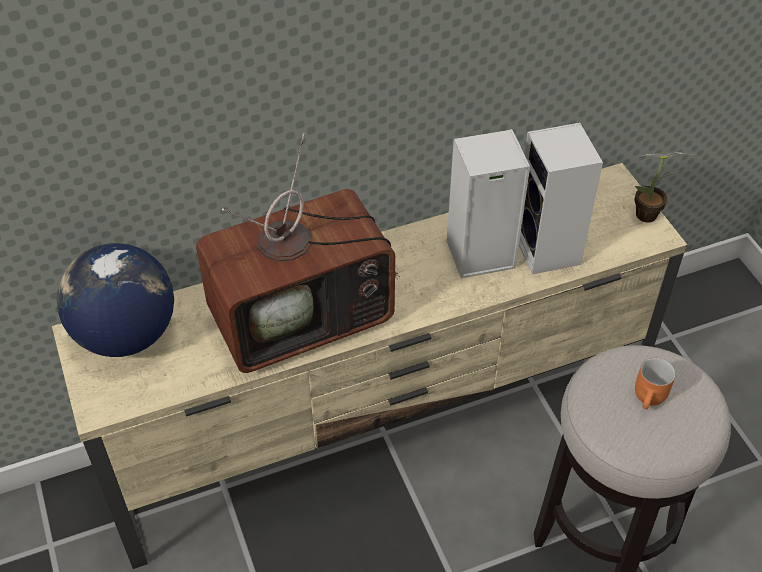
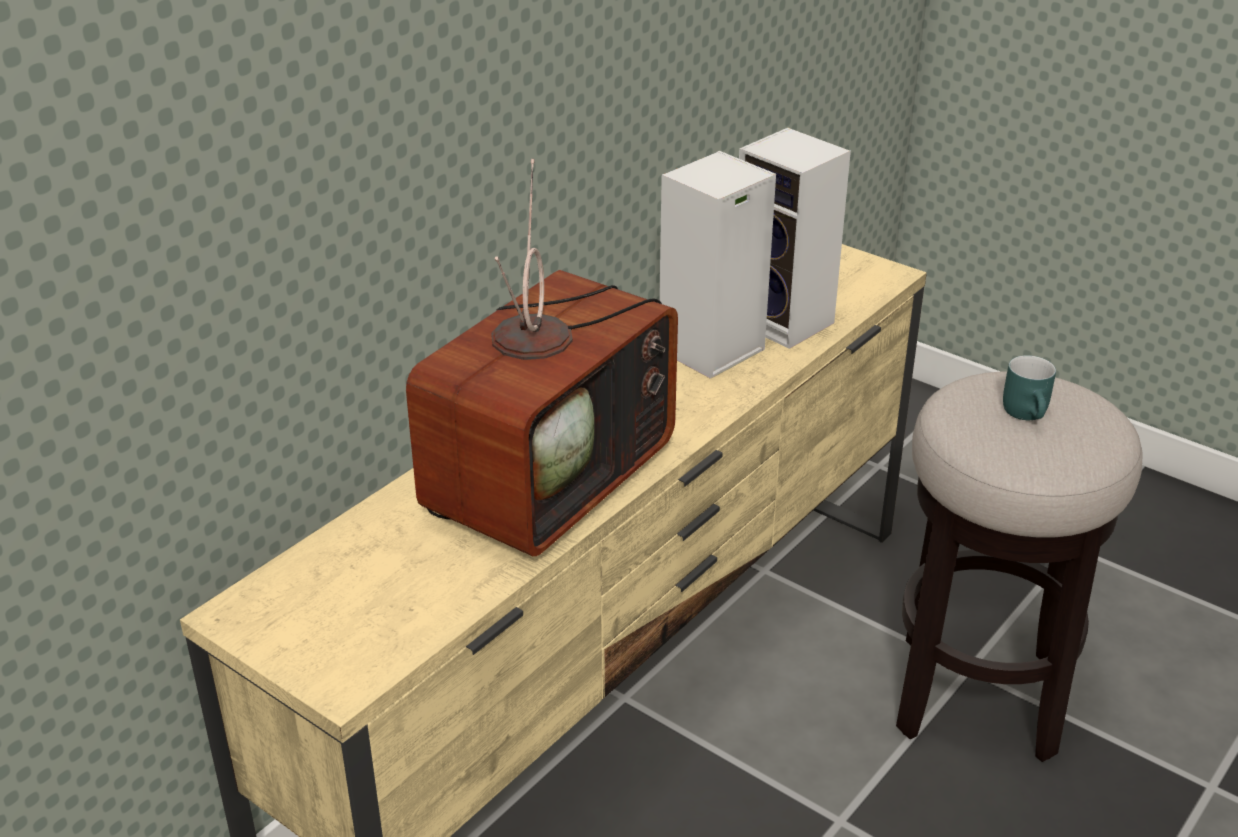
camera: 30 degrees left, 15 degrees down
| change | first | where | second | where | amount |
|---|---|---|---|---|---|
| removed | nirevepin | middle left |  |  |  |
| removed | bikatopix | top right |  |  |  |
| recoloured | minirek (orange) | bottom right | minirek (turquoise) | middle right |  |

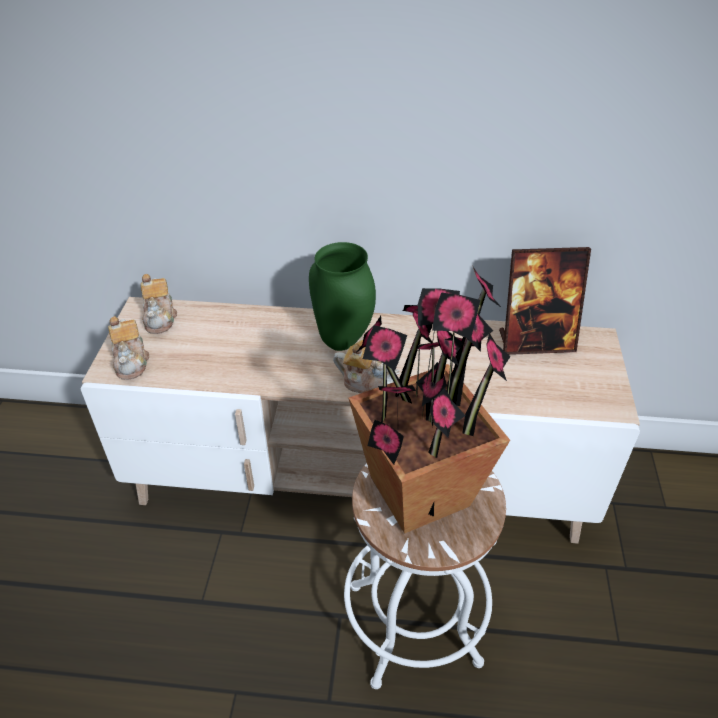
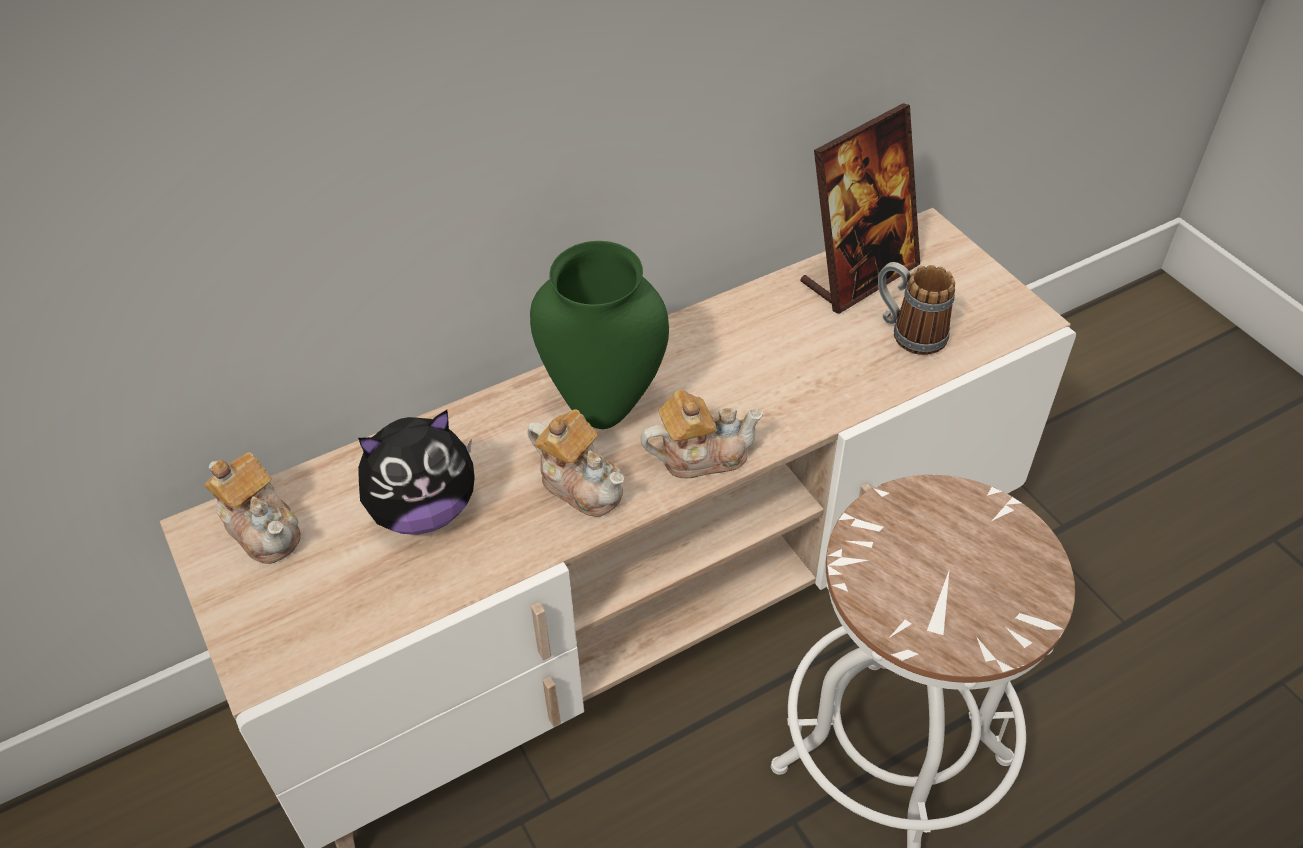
camera: 35 degrees left, 5 degrees up
| change | first | where | second | where | amount |
|---|---|---|---|---|---|
| moved | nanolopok (1st from left in the first image) | middle left | nanolopok (2nd from left) | centre |  |
| removed | bikatopix | centre |  |  |  |
| added |  |  | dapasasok | middle left |  |
| added |  |  | minirek | middle right |  |

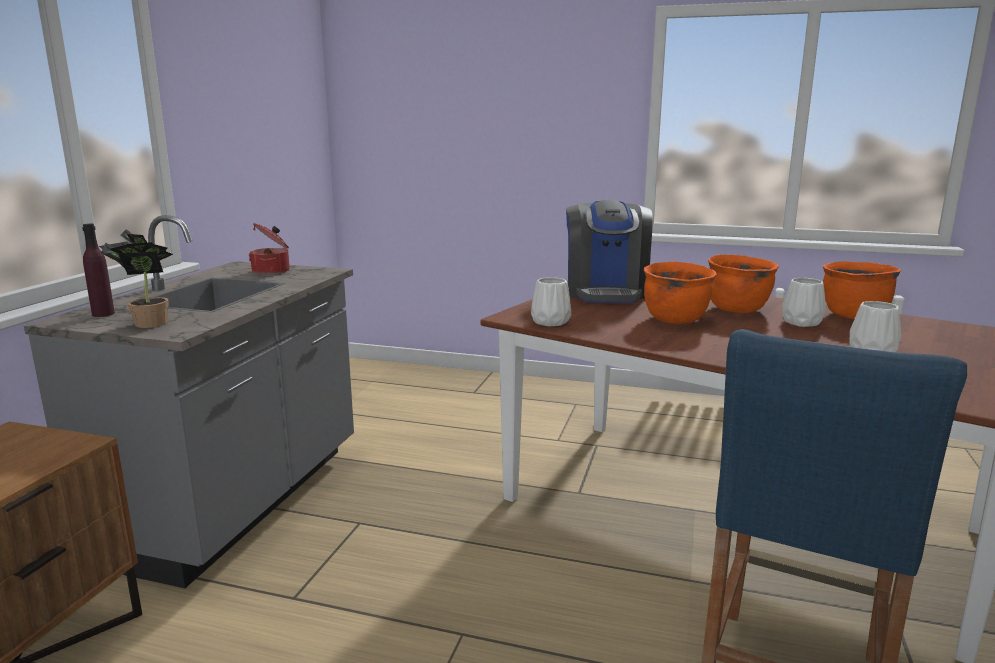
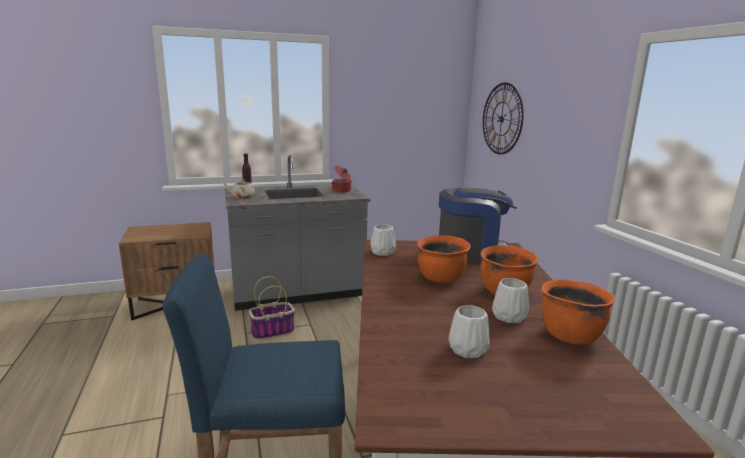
camera: 55 degrees right, 0 degrees up
| change | first | where | second | where | amount |
|---|---|---|---|---|---|
| replaced | bikatopix | middle left | nanolopok (beige) | middle left |  |
| turned | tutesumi | centre |  | centre | 150 degrees counterclockwise |
| added |  |  | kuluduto | bottom centre |  |
| added |  |  | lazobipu | top right |  |

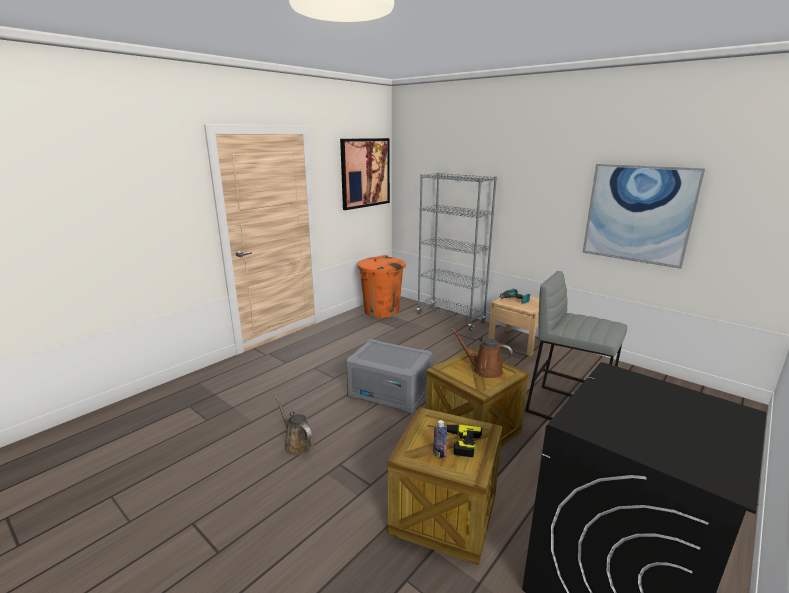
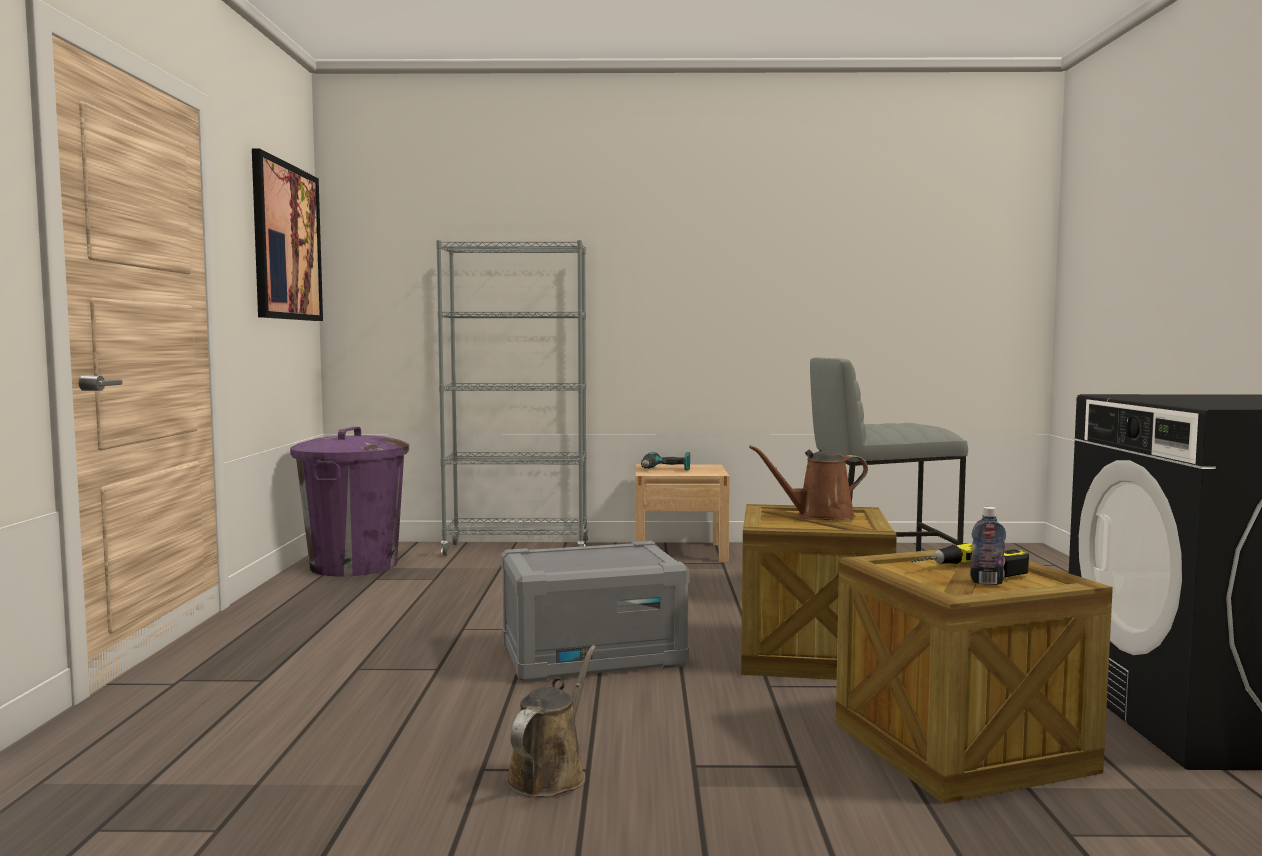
camera: 40 degrees left, 15 degrees down
| change | first | where | second | where | amount |
|---|---|---|---|---|---|
| turned | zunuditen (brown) (1st from left) | bottom centre |  | bottom centre | 105 degrees clockwise |
| recoloured | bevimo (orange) | centre | bevimo (purple) | middle left |  |
| removed | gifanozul (2nd from left) | middle right |  |  |  |

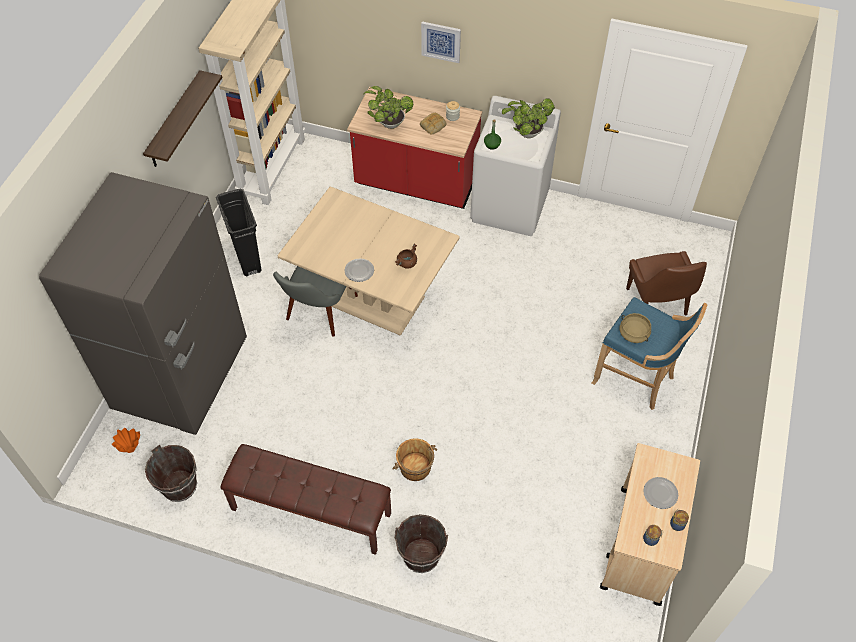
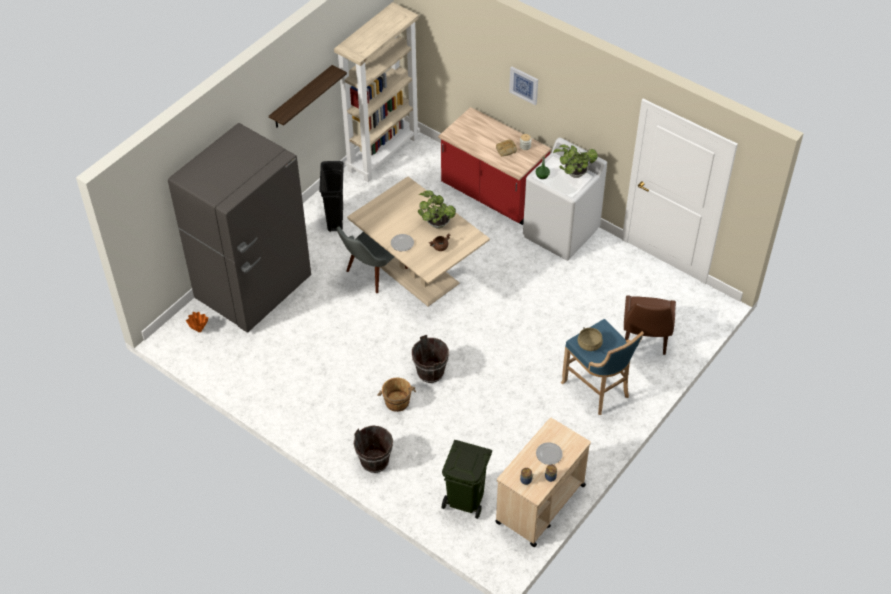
camera: 20 degrees right, 5 degrees down
| change | first | where | second | where | amount |
|---|---|---|---|---|---|
| moved | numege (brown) (1st from left in the first image) | bottom left | numege (brown) (3rd from left) | centre |  |
| removed | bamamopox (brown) | bottom centre |  |  |  |
| moved | bikatopix (1st from left) | top centre |  | centre |  |
| added |  |  | bevimo (green) | bottom centre |  |

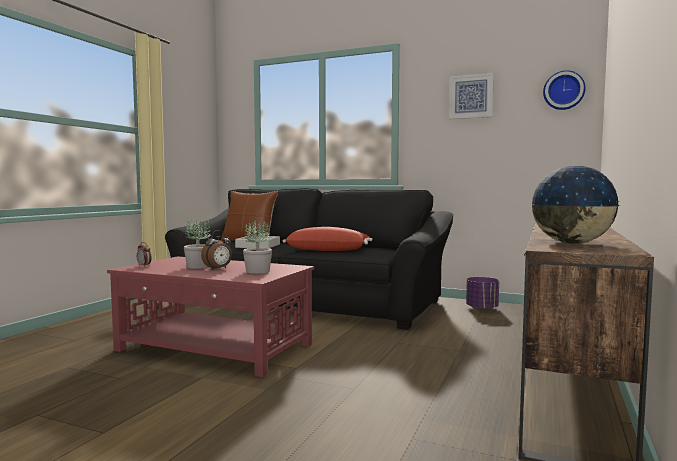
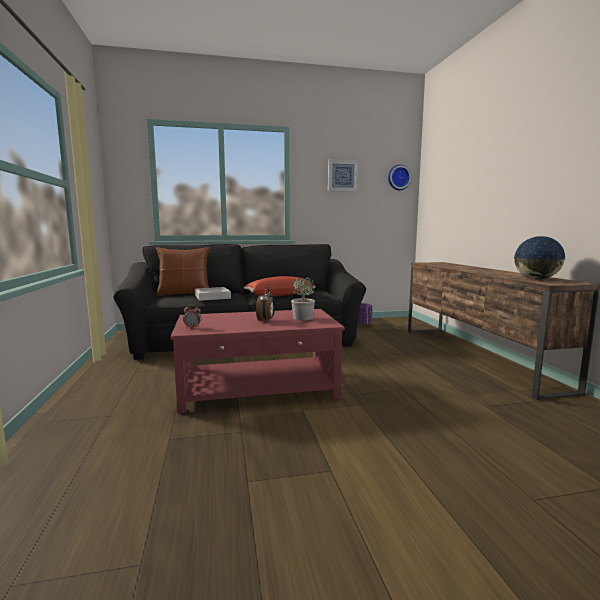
camera: 35 degrees left, 5 degrees up
| change | first | where | second | where | amount |
|---|---|---|---|---|---|
| removed | bikatopix (1st from left) | middle left |  |  |  |

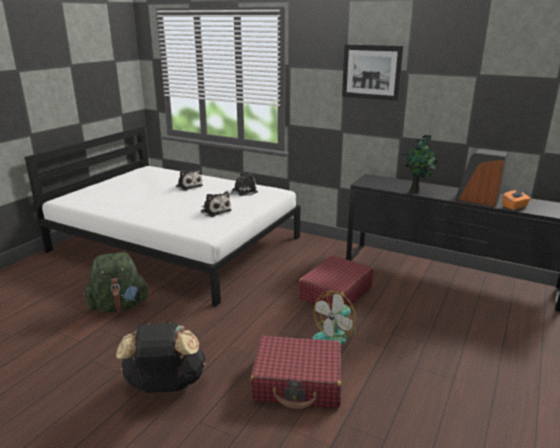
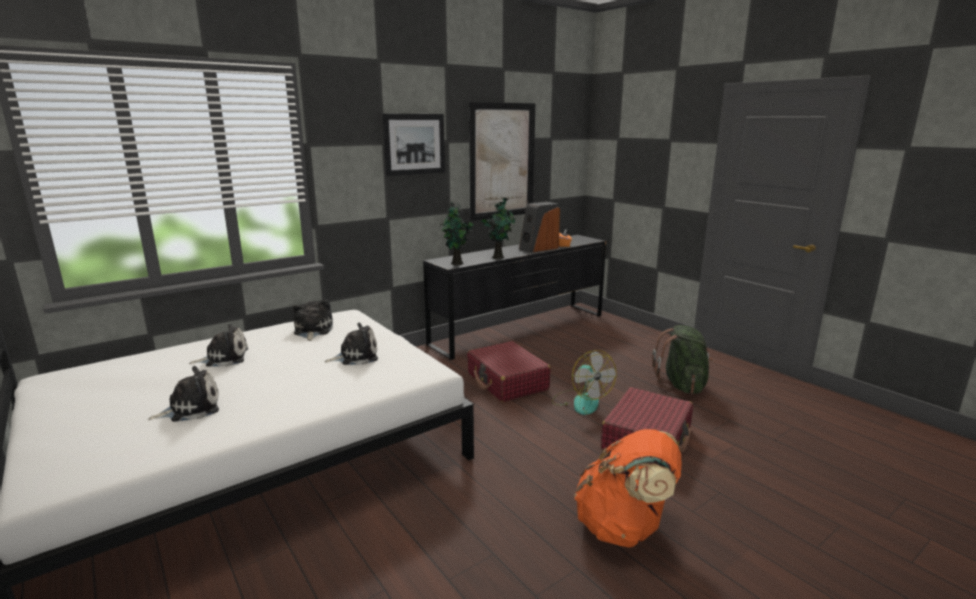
camera: 65 degrees left, 5 degrees down
| change | first | where | second | where | amount |
|---|---|---|---|---|---|
| moved | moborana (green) | middle left |  | middle right |  |
| recoloured | moborana (black) | bottom left | moborana (orange) | bottom centre |  |
| added |  |  | dapasasok (1st from left) | middle left |  |
| added |  |  | bikatopix (1st from left) | centre |  |
| added |  |  | gifanozul (2nd from left) | top centre |  |

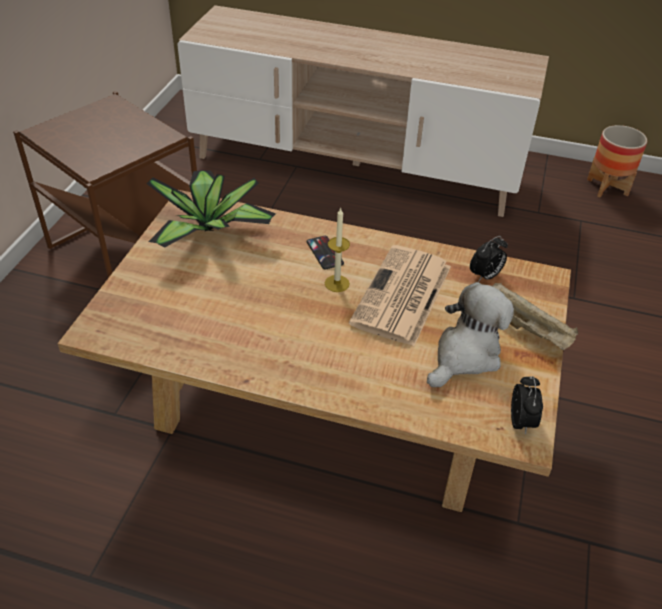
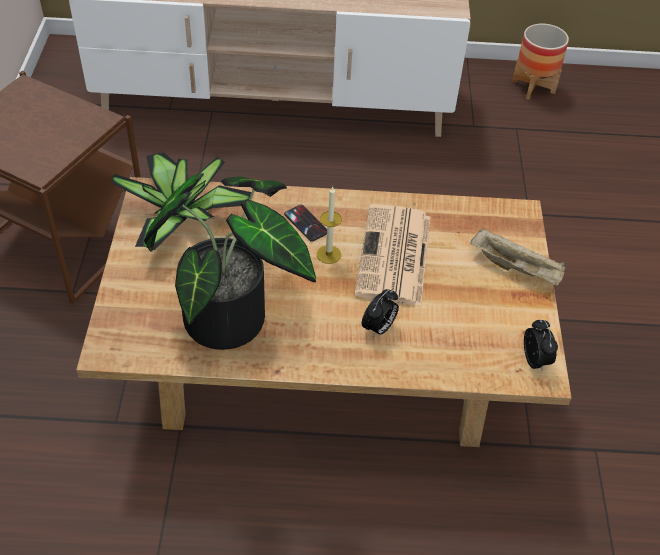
camera: 15 degrees left, 5 degrees up
| change | first | where | second | where | amount |
|---|---|---|---|---|---|
| removed | dapasasok | middle right |  |  |  |
| moved | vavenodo (1st from left) | middle right |  | centre |  |
| added |  |  | bikatopix (2nd from left) | centre |  |

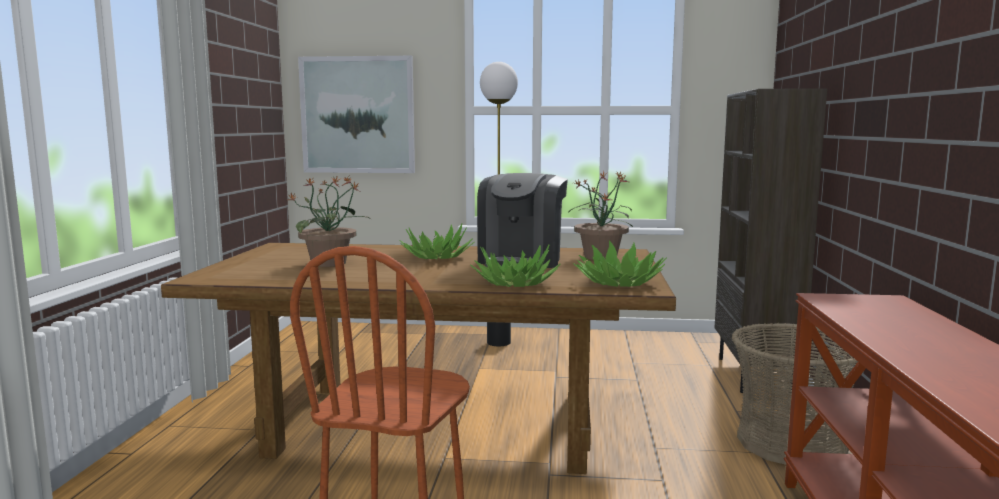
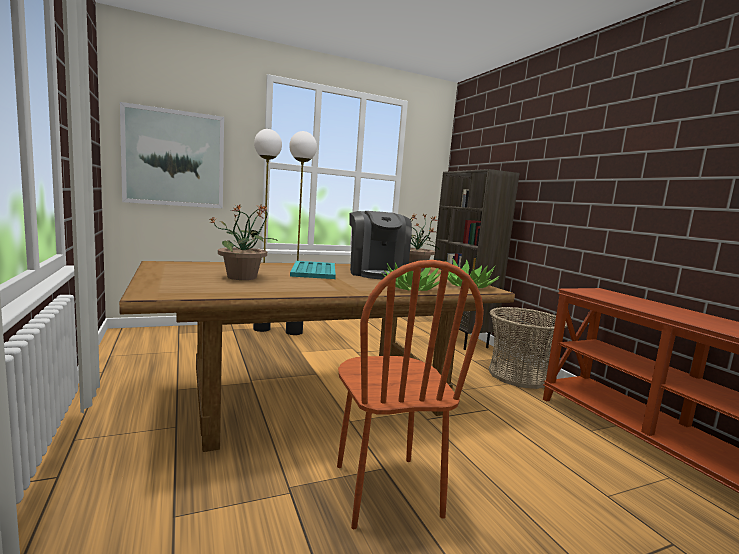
camera: 30 degrees left, 0 degrees up
| change | first | where | second | where | amount |
|---|---|---|---|---|---|
| replaced | bikatopix (2nd from left) | centre | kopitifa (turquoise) | centre |  |
| added |  |  | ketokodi (1st from left) | centre |  |

